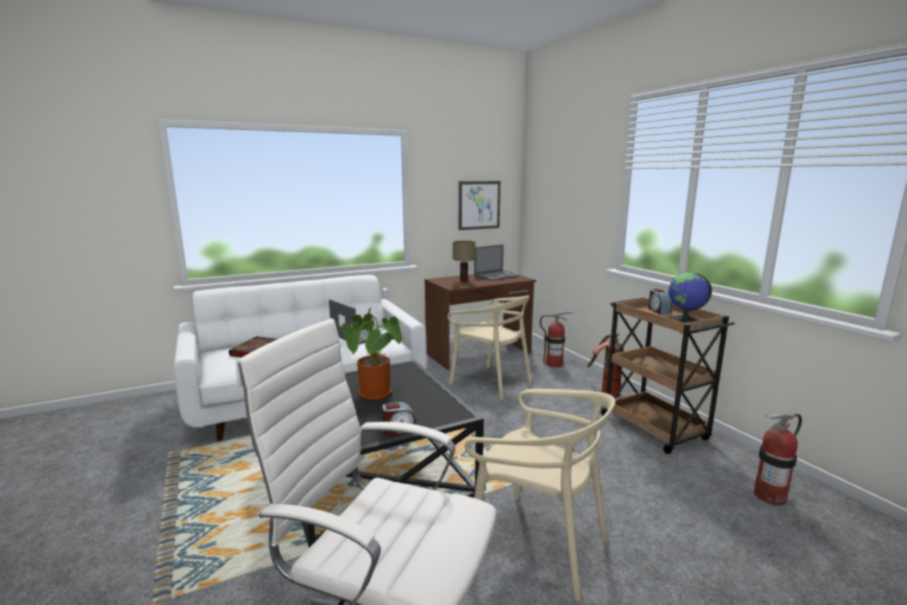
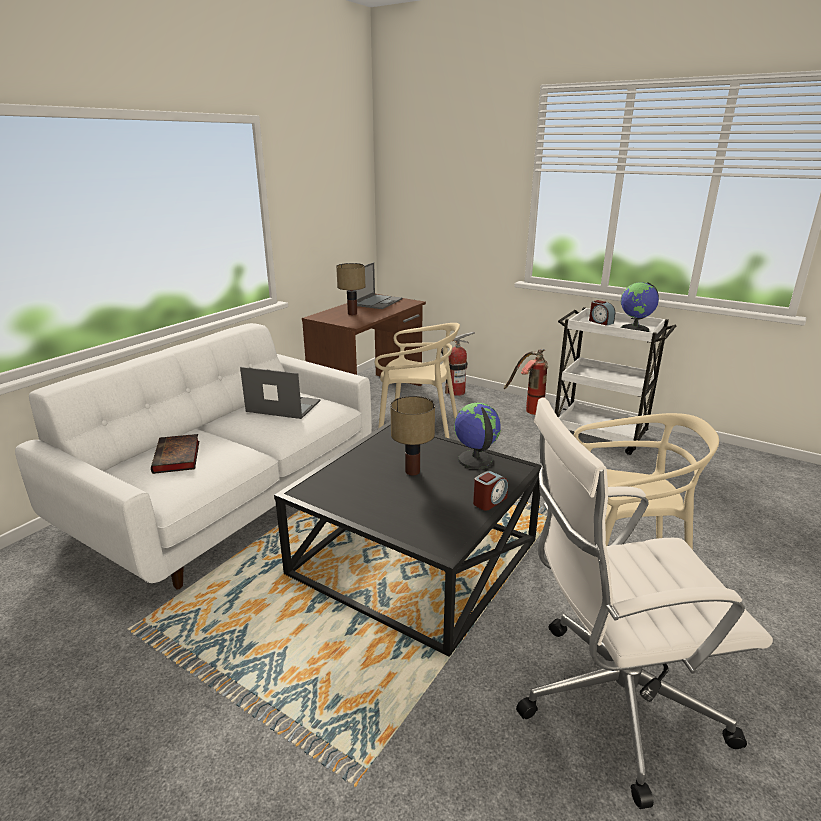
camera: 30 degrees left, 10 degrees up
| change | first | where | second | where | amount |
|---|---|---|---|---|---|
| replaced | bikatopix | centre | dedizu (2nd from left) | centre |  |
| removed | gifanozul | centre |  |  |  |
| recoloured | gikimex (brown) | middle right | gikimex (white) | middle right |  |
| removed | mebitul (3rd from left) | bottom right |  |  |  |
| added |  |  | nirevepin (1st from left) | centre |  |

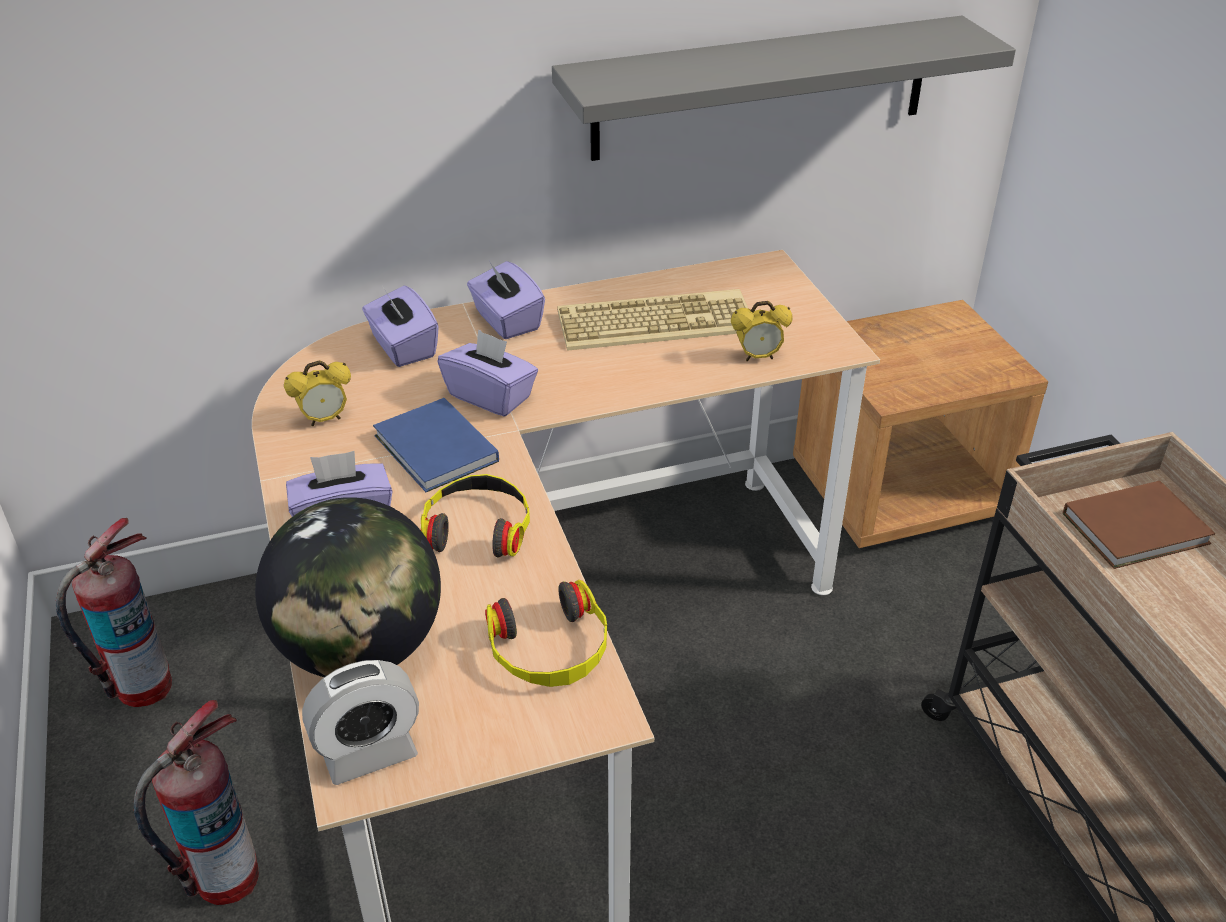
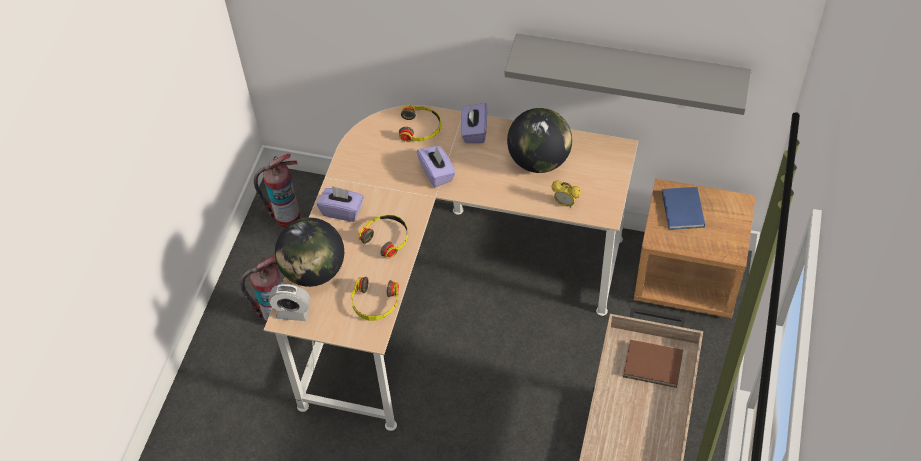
camera: 35 degrees right, 15 degrees up
| change | first | where | second | where | amount |
|---|---|---|---|---|---|
| removed | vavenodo (1st from left) | middle left |  |  |  |
| replaced | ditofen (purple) (2nd from left) | middle left | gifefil (3rd from left) | top centre |  |
| moved | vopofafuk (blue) | centre |  | middle right |  |
| replaced | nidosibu | centre | nirevepin (2nd from left) | top centre |  |

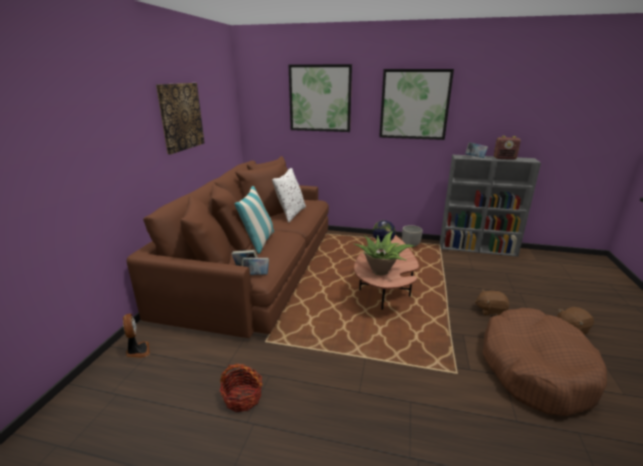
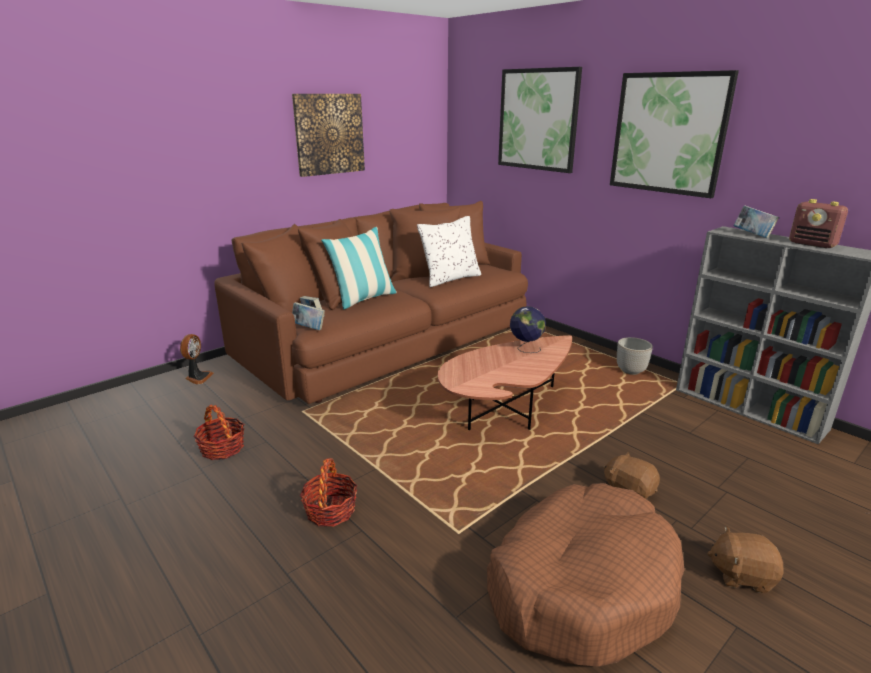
camera: 35 degrees right, 0 degrees up
| change | first | where | second | where | amount |
|---|---|---|---|---|---|
| removed | bikatopix | centre |  |  |  |
| added |  |  | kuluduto (2nd from left) | bottom centre |  |

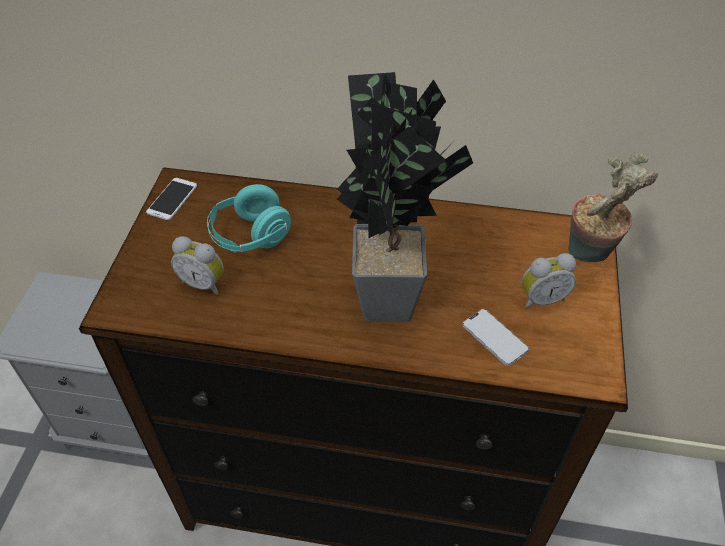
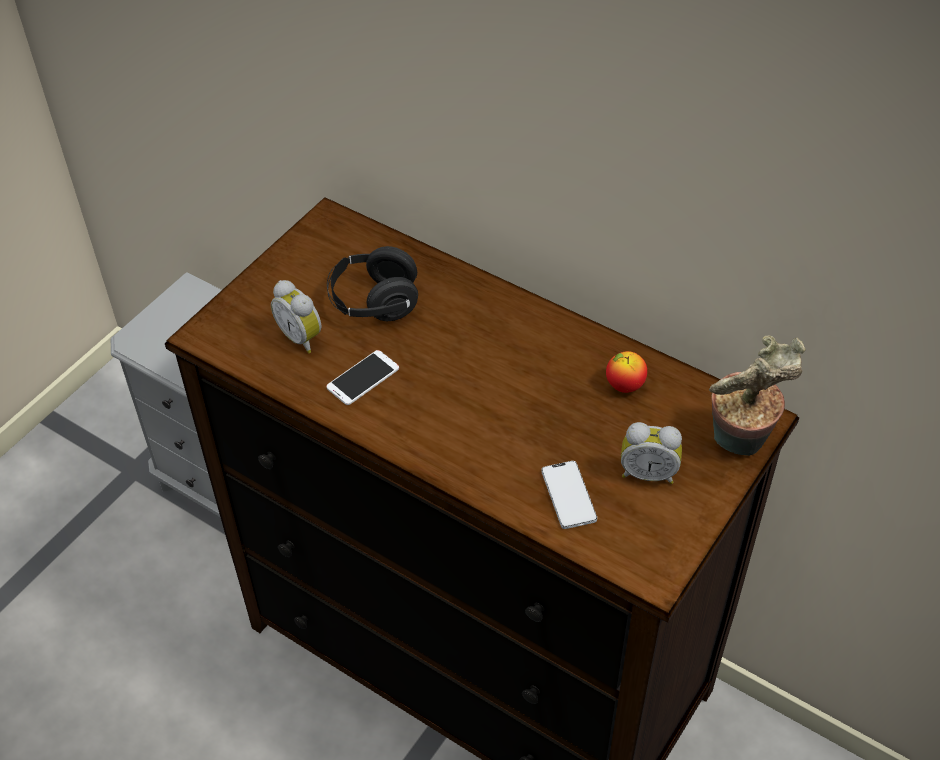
camera: 25 degrees right, 0 degrees up
| change | first | where | second | where | amount |
|---|---|---|---|---|---|
| moved | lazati (1st from left) | middle left |  | centre |  |
| recoloured | gifefil (turquoise) | centre | gifefil (black) | centre |  |
| removed | bikatopix (1st from left) | centre |  |  |  |
| added |  |  | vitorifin | centre |  |

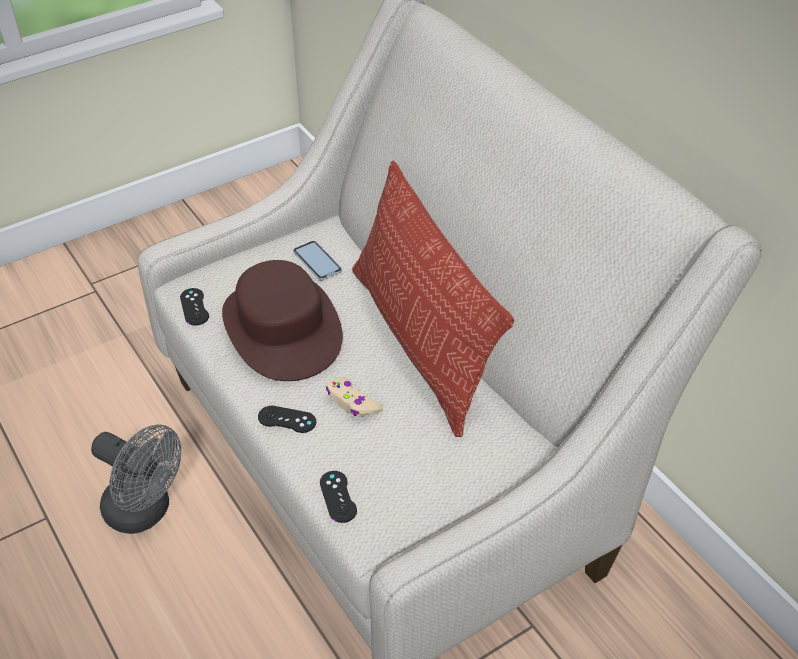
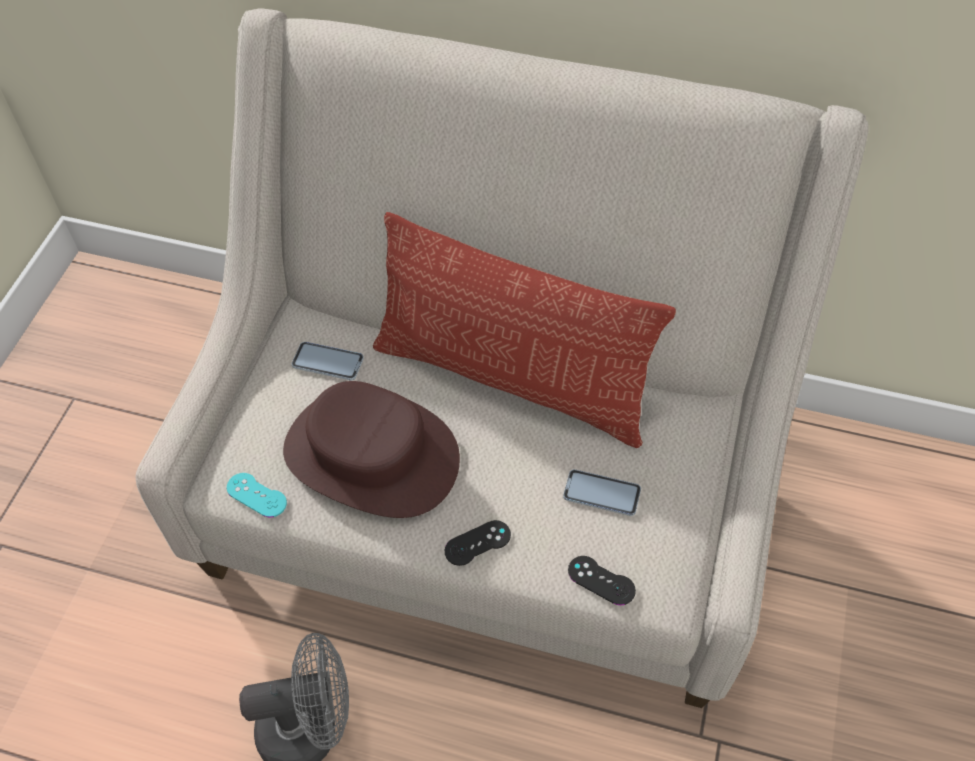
camera: 40 degrees left, 10 degrees up
| change | first | where | second | where | amount |
|---|---|---|---|---|---|
| recoloured | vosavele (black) (1st from left) | middle left | vosavele (turquoise) | middle left |  |
| removed | vosavele (beige) | centre |  |  |  |
| added |  |  | lazati (2nd from left) | centre |  |

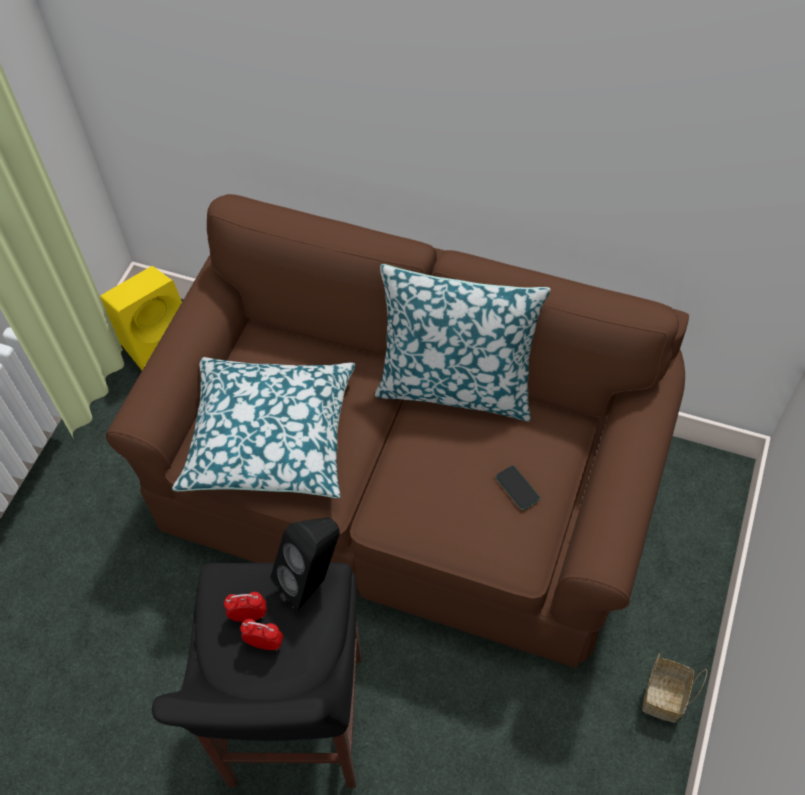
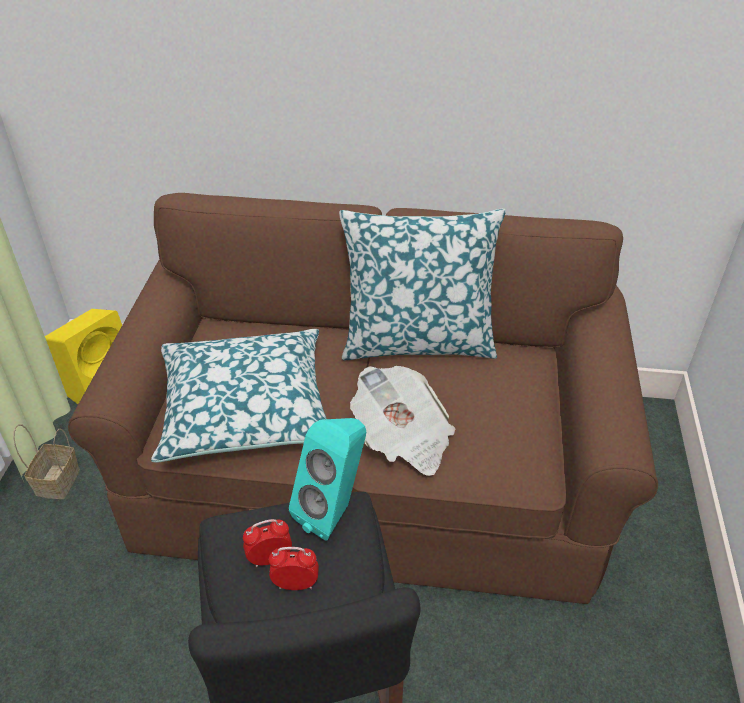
camera: 15 degrees left, 15 degrees down
| change | first | where | second | where | amount |
|---|---|---|---|---|---|
| recoloured | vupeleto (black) | bottom centre | vupeleto (turquoise) | bottom centre |  |
| removed | lazati | centre |  |  |  |
| moved | kuluduto | bottom right |  | middle left |  |
| added |  |  | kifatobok | centre |  |

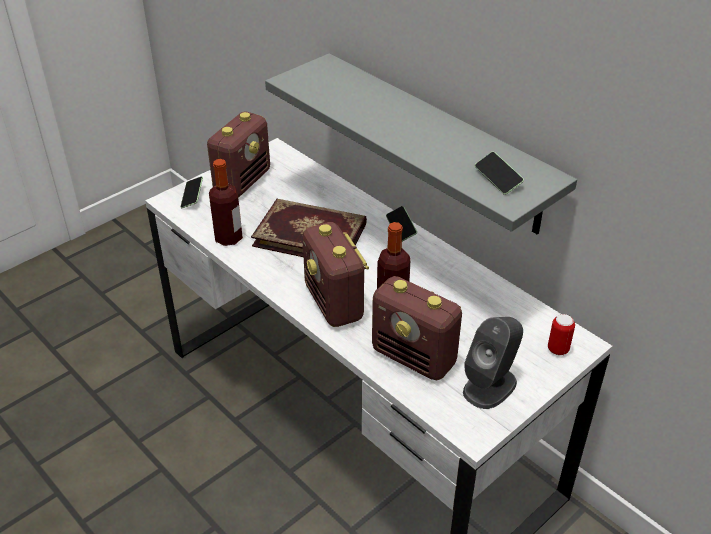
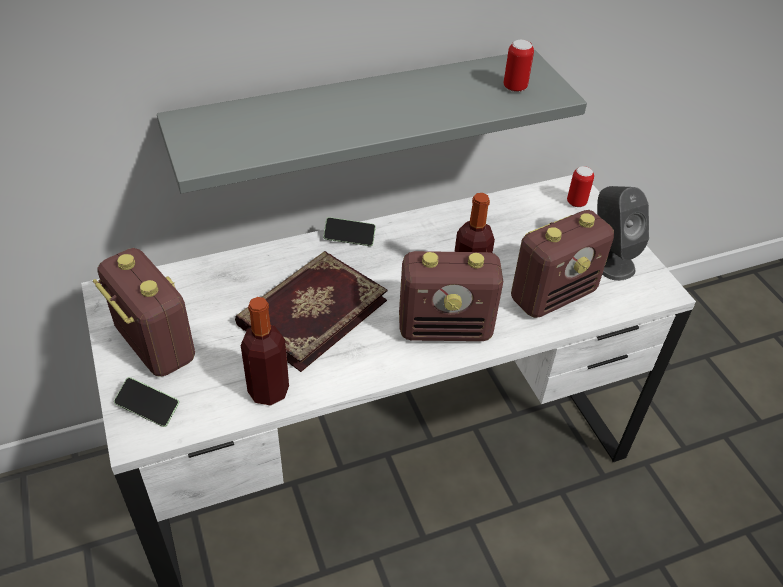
camera: 70 degrees left, 5 degrees up
| change | first | where | second | where | amount |
|---|---|---|---|---|---|
| replaced | lazati (3rd from left) | top right | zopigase (1st from left) | top centre |  |

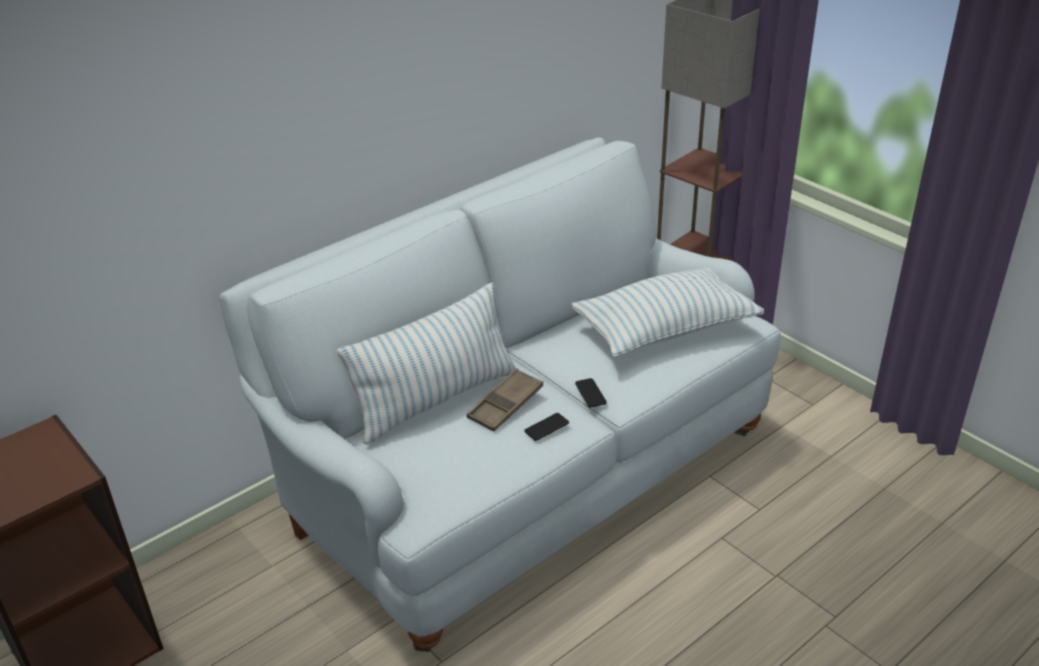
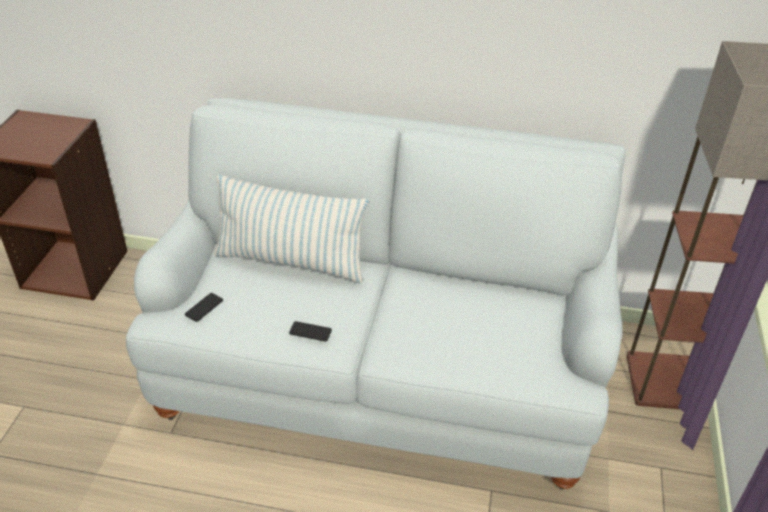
camera: 50 degrees right, 5 degrees up
| change | first | where | second | where | amount |
|---|---|---|---|---|---|
| removed | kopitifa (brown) | centre |  |  |  |
| removed | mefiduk (2nd from left) | centre |  |  |  |
| moved | lazati (2nd from left in the first image) | centre | lazati (1st from left) | middle left |  |

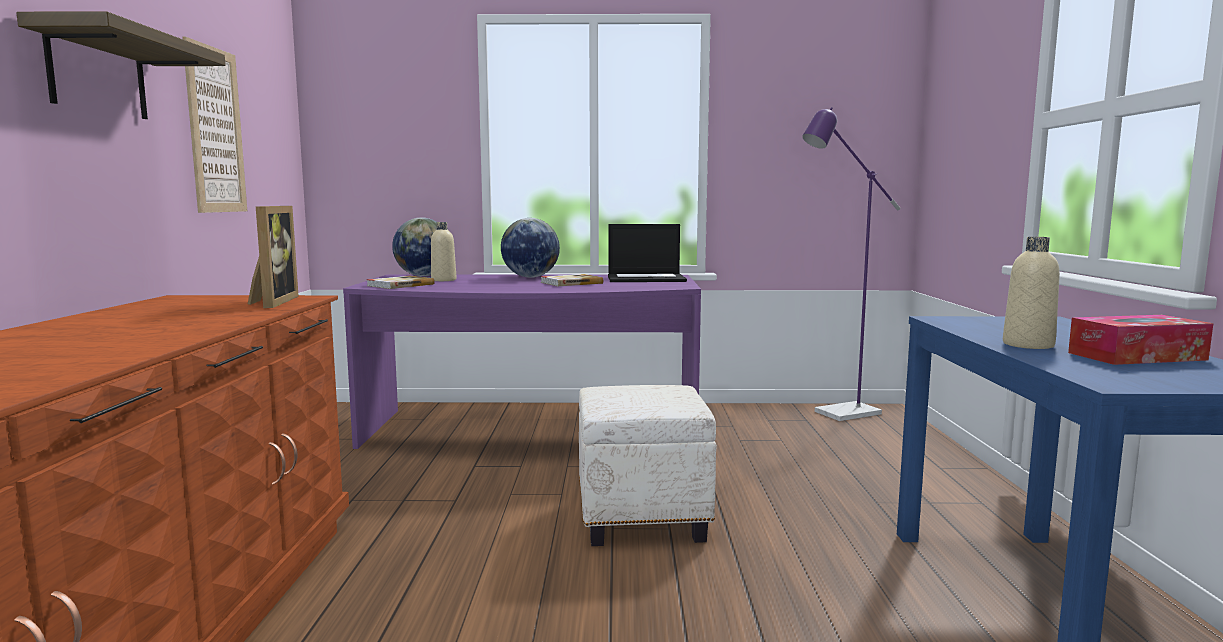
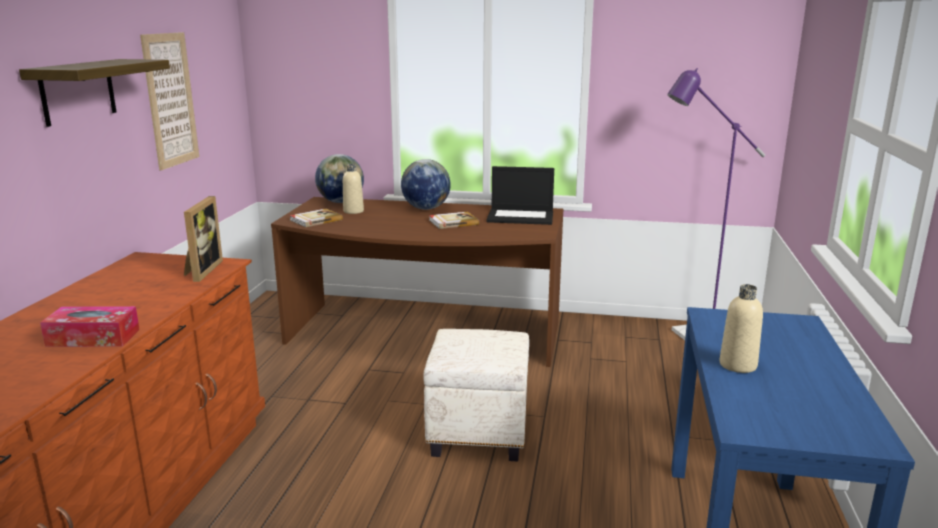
camera: 10 degrees right, 10 degrees up
| change | first | where | second | where | amount |
|---|---|---|---|---|---|
| recoloured | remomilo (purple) | centre | remomilo (brown) | centre |  |
| moved | ditofen | middle right |  | middle left |  |

